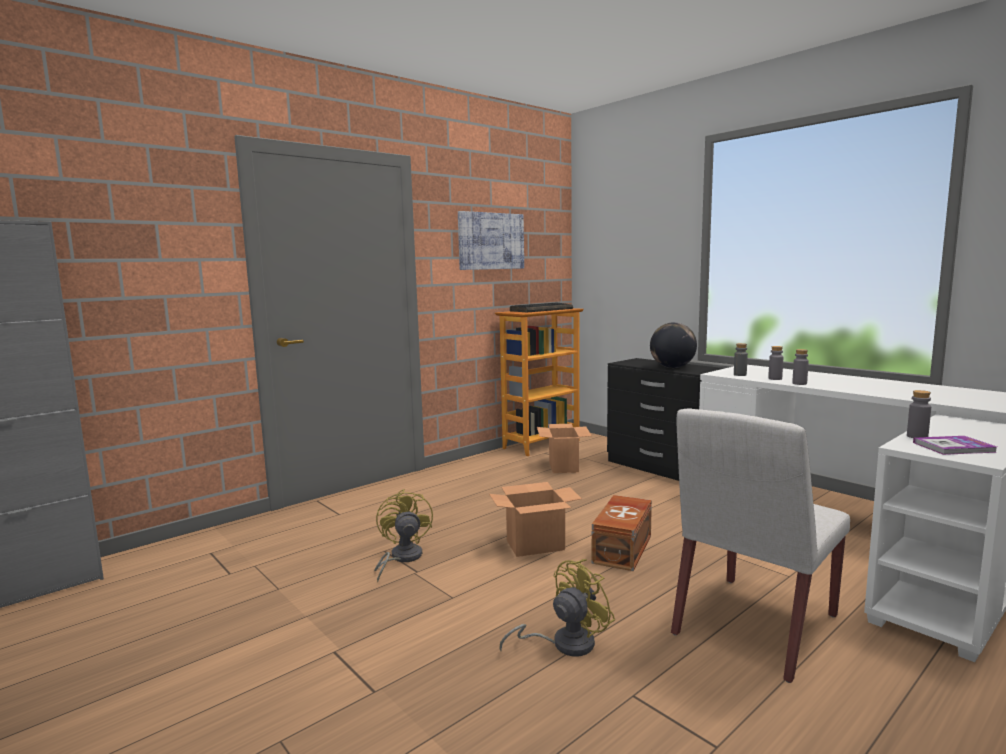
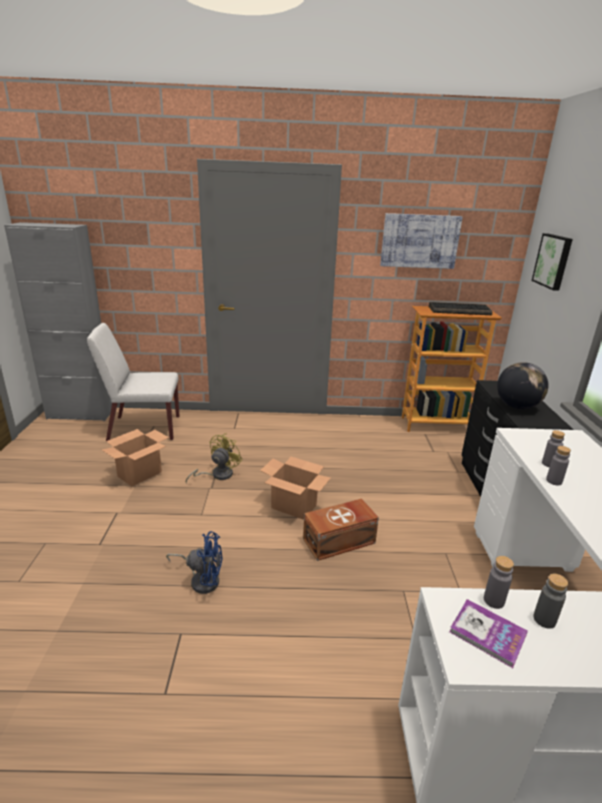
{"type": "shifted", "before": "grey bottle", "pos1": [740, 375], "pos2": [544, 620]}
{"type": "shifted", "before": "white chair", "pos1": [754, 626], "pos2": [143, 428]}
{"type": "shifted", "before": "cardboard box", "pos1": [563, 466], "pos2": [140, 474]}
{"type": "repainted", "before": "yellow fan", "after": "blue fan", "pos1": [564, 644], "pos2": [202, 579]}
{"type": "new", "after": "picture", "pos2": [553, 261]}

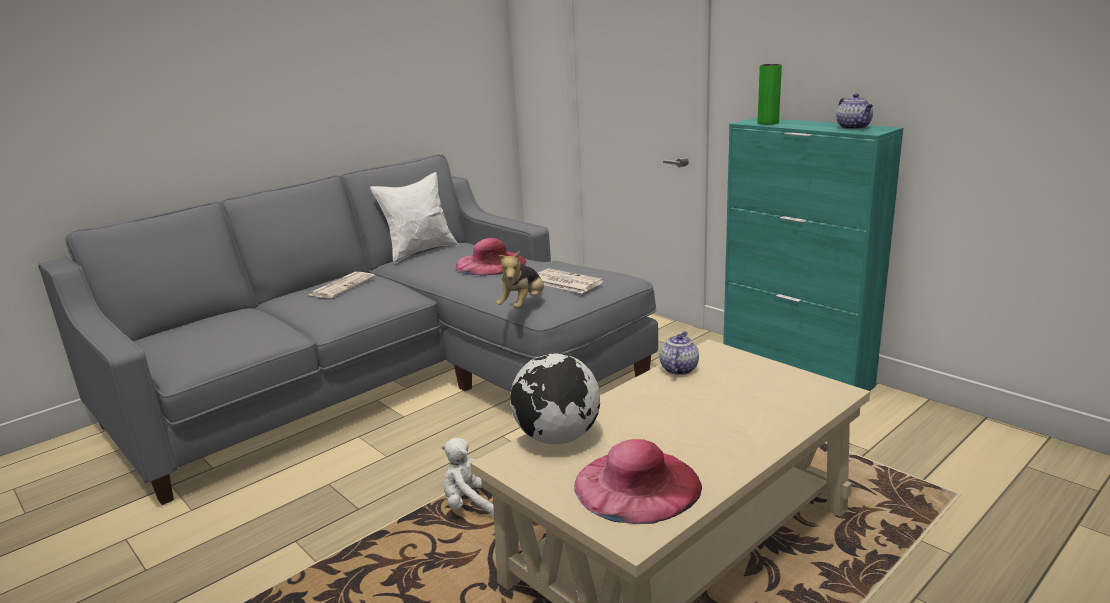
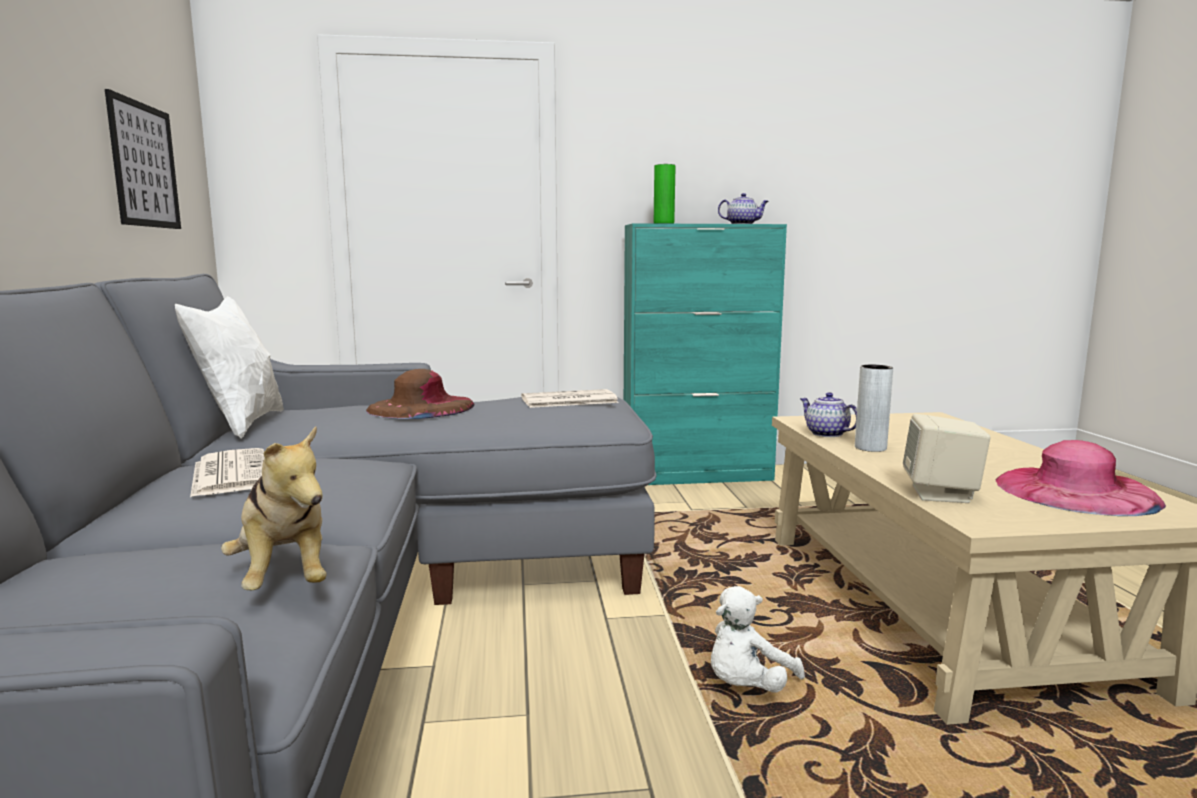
{"type": "repainted", "before": "pink hat", "after": "brown hat", "pos1": [490, 263], "pos2": [421, 407]}
{"type": "shifted", "before": "plush toy", "pos1": [523, 305], "pos2": [285, 578]}
{"type": "swapped", "before": "globe", "after": "beige speaker", "pos1": [557, 438], "pos2": [941, 494]}
{"type": "new", "after": "picture", "pos2": [144, 165]}
{"type": "new", "after": "grey vase", "pos2": [870, 448]}

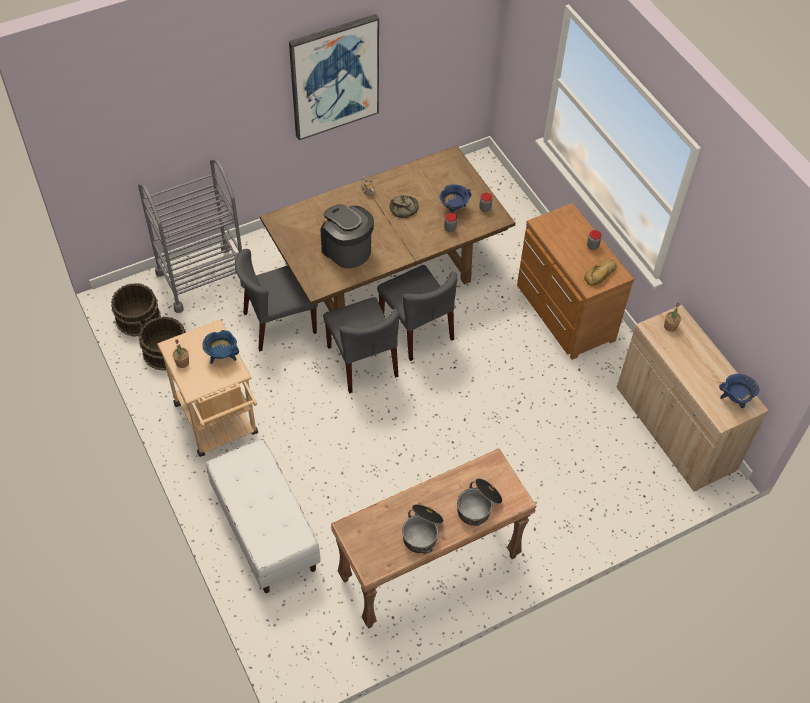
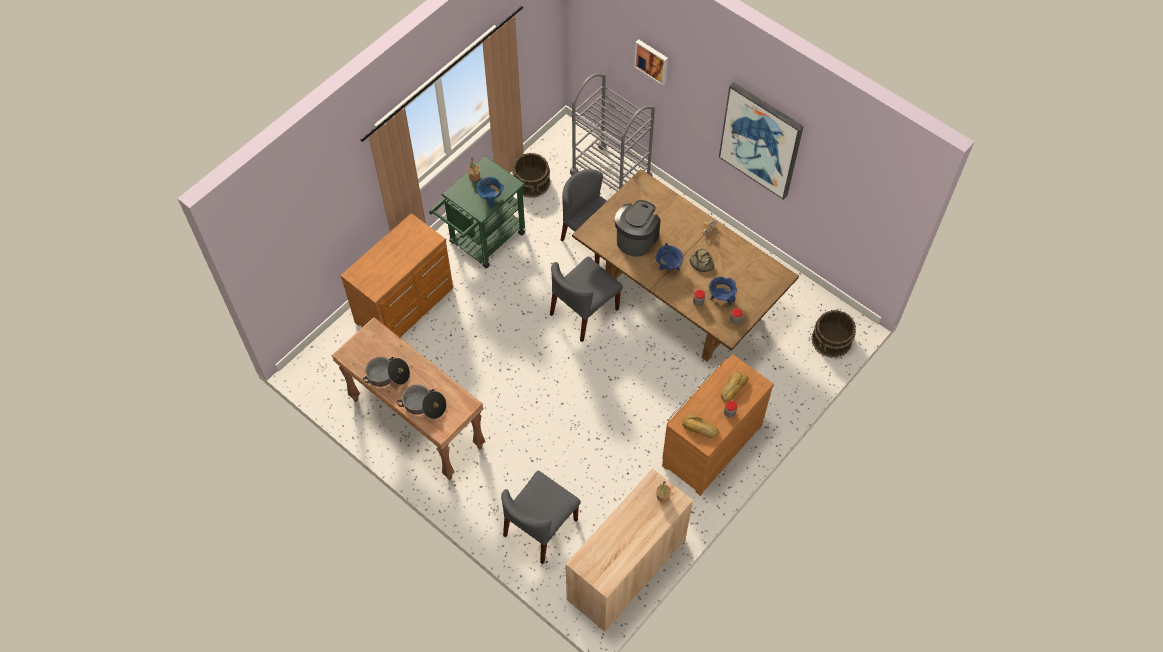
{"type": "shifted", "before": "grey chair", "pos1": [416, 329], "pos2": [540, 528]}
{"type": "shifted", "before": "brown bucket", "pos1": [138, 318], "pos2": [832, 340]}
{"type": "repainted", "before": "beige cart", "after": "green cart", "pos1": [219, 424], "pos2": [482, 241]}
{"type": "shifted", "before": "blue cooking pot", "pos1": [735, 400], "pos2": [668, 266]}
{"type": "swapped", "before": "white bench", "after": "brown dresser", "pos1": [265, 530], "pos2": [406, 305]}
{"type": "new", "after": "picture", "pos2": [652, 61]}
{"type": "new", "after": "bread", "pos2": [732, 388]}

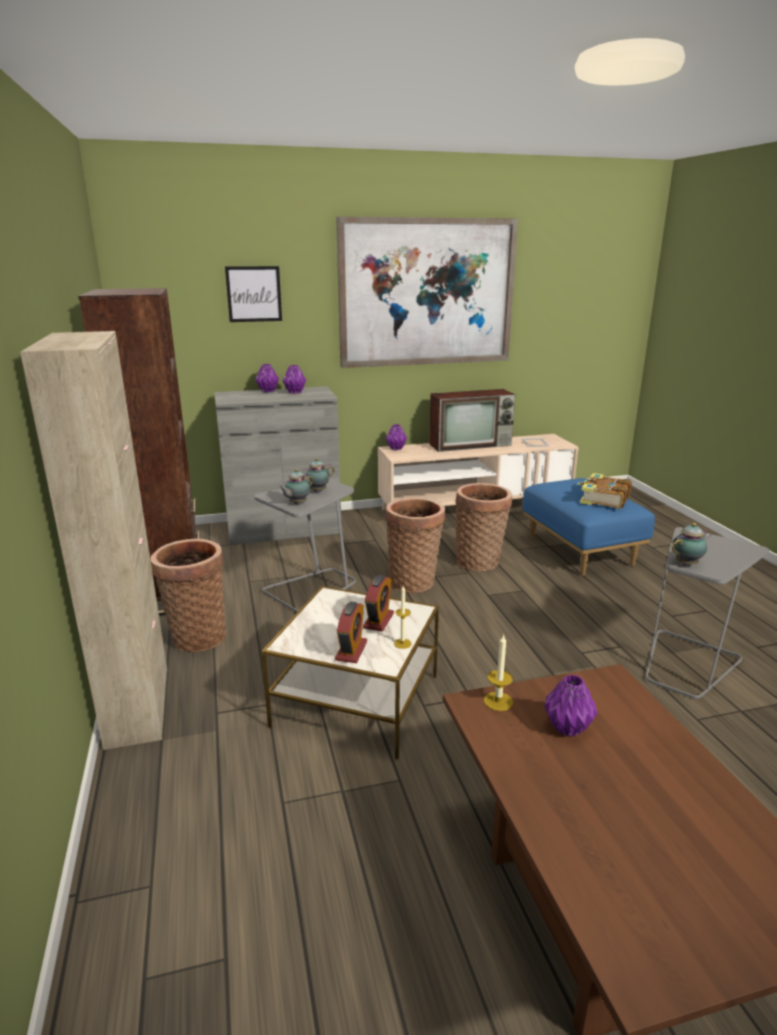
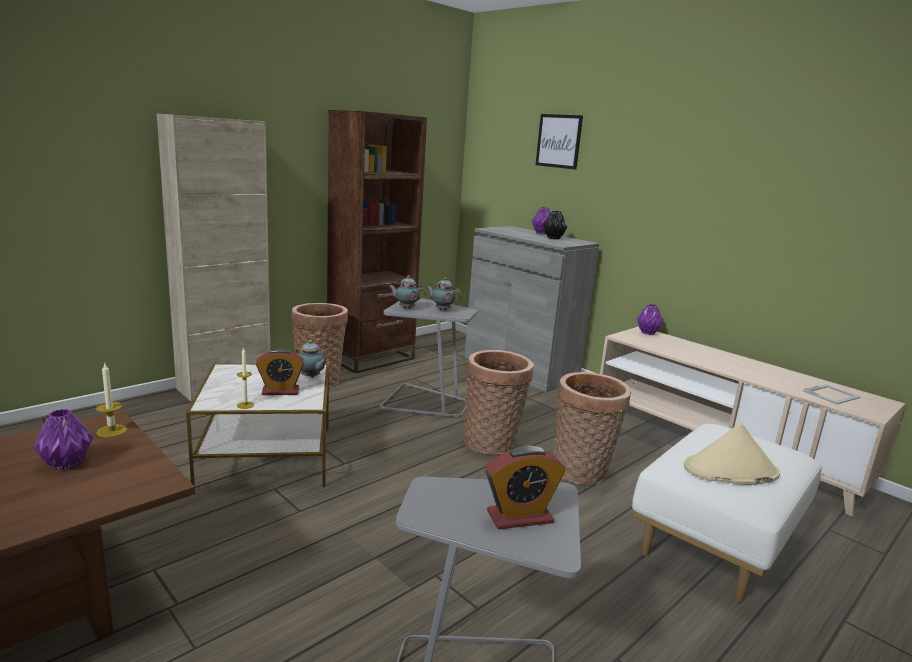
{"type": "gone", "before": "picture", "pos1": [426, 293]}
{"type": "repainted", "before": "purple vase", "after": "black vase", "pos1": [294, 392], "pos2": [553, 238]}
{"type": "gone", "before": "television", "pos1": [471, 444]}
{"type": "swapped", "before": "book", "after": "beige hat", "pos1": [603, 499], "pos2": [730, 471]}
{"type": "repainted", "before": "blue ottoman", "after": "white ottoman", "pos1": [581, 551], "pos2": [717, 545]}
{"type": "shifted", "before": "teapot", "pos1": [687, 563], "pos2": [311, 377]}
{"type": "shifted", "before": "alarm clock", "pos1": [351, 651], "pos2": [520, 517]}

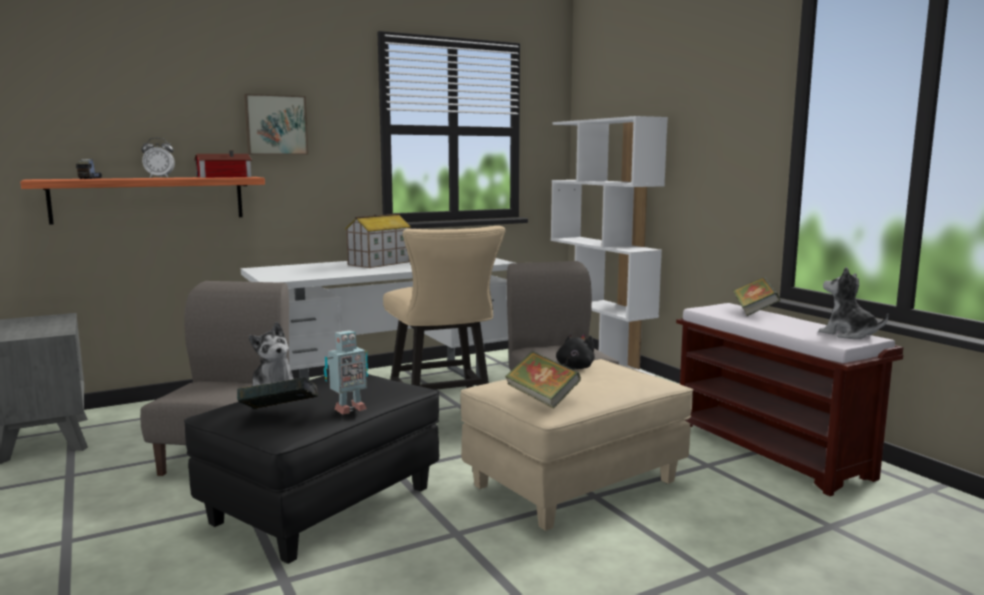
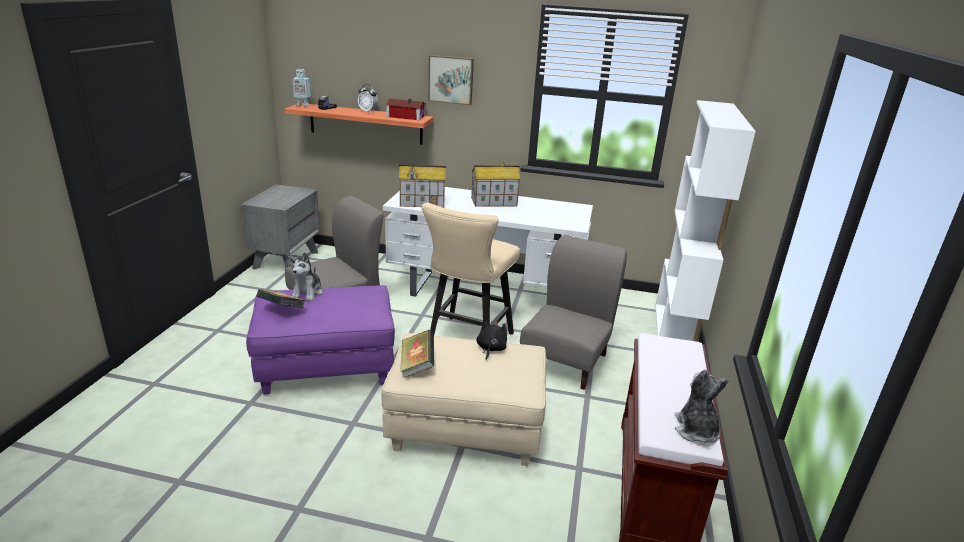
{"type": "gone", "before": "book", "pos1": [754, 311]}
{"type": "shifted", "before": "toy robot", "pos1": [348, 409], "pos2": [302, 107]}
{"type": "rotated", "before": "black plush toy", "pos1": [573, 368], "pos2": [490, 349], "turn": -60}
{"type": "repainted", "before": "black ottoman", "after": "purple ottoman", "pos1": [323, 506], "pos2": [326, 367]}
{"type": "new", "after": "toy house", "pos2": [422, 202]}

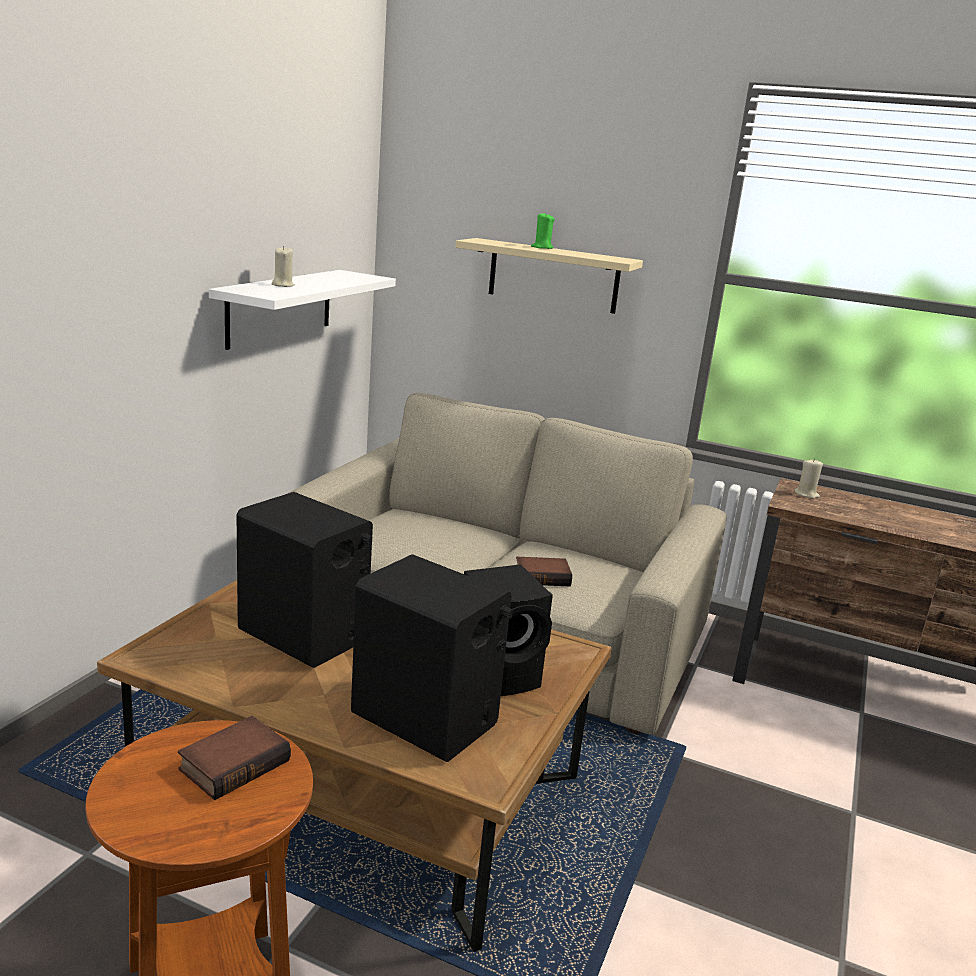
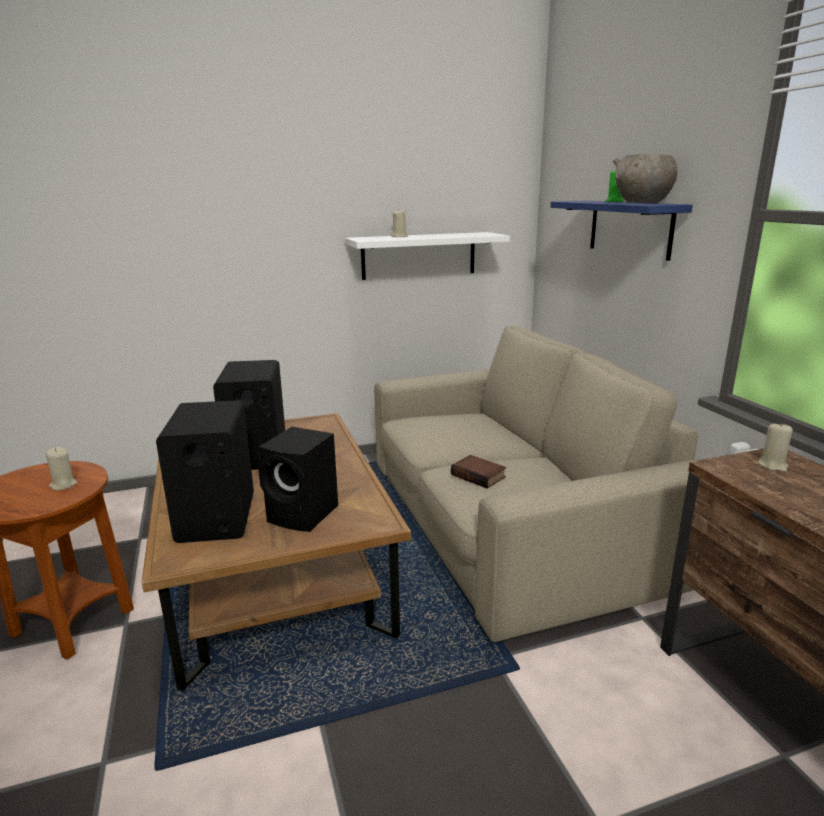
{"type": "repainted", "before": "beige shelf", "after": "blue shelf", "pos1": [553, 276], "pos2": [630, 228]}
{"type": "swapped", "before": "book", "after": "beige candle", "pos1": [234, 763], "pos2": [63, 485]}
{"type": "new", "after": "grey bowl", "pos2": [642, 203]}

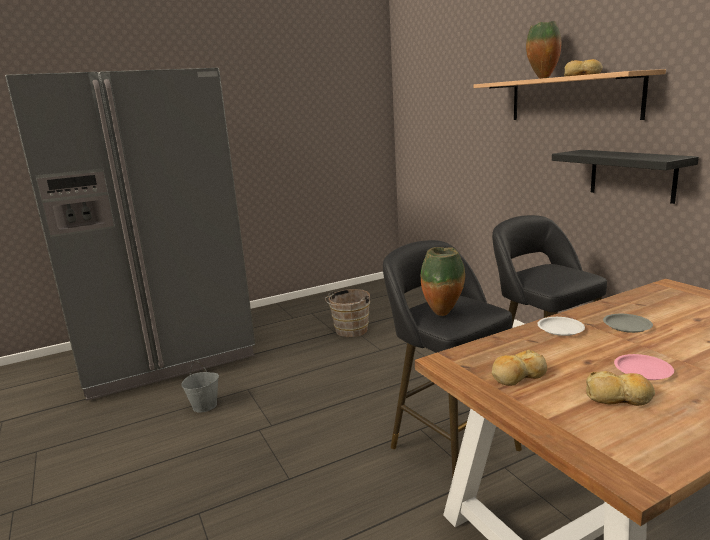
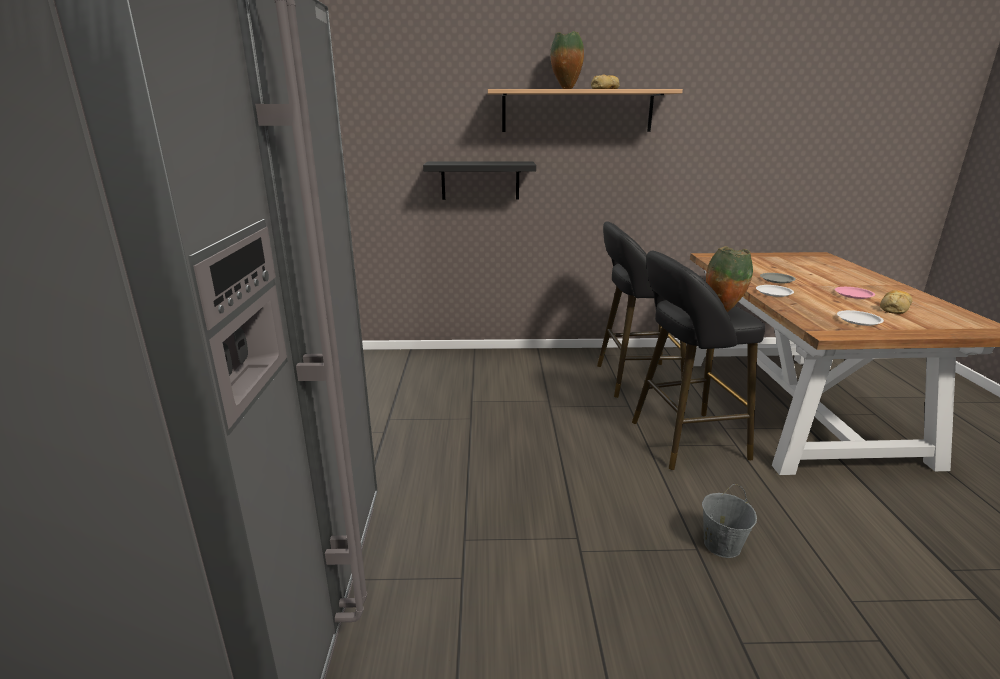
{"type": "shifted", "before": "black shelf", "pos1": [632, 175], "pos2": [480, 180]}
{"type": "gone", "before": "brown bucket", "pos1": [350, 331]}
{"type": "swapped", "before": "bread", "after": "white plate", "pos1": [517, 376], "pos2": [859, 320]}
{"type": "shifted", "before": "grey bucket", "pos1": [205, 406], "pos2": [721, 545]}

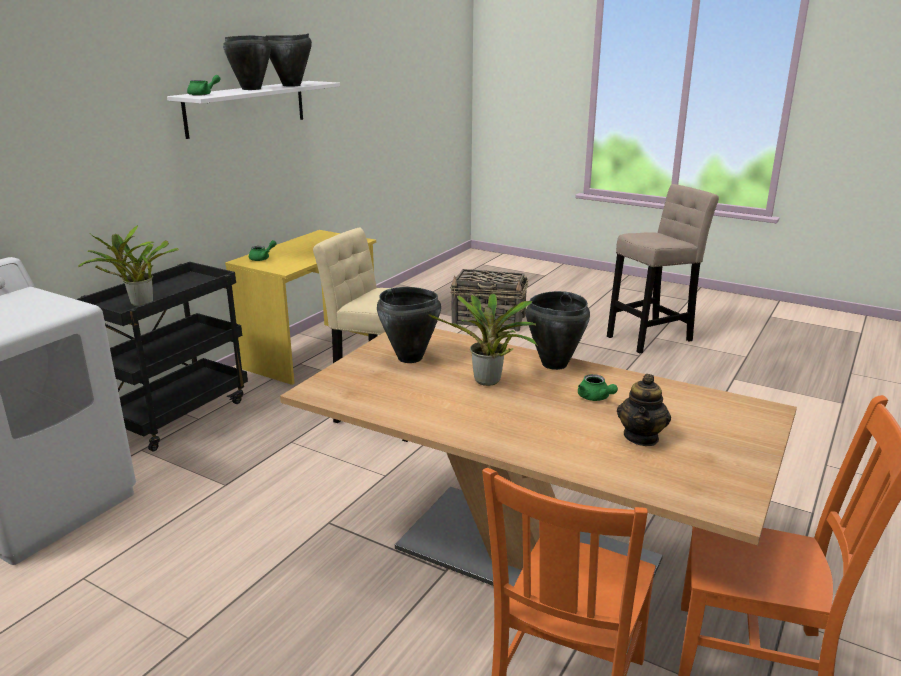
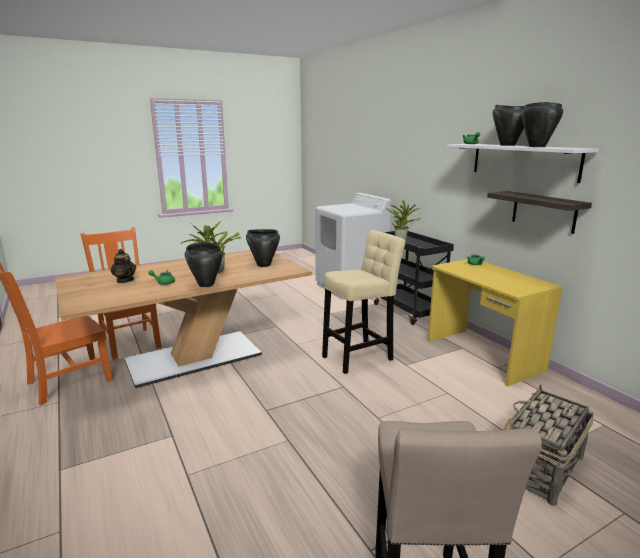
{"type": "new", "after": "shelf", "pos2": [543, 211]}

